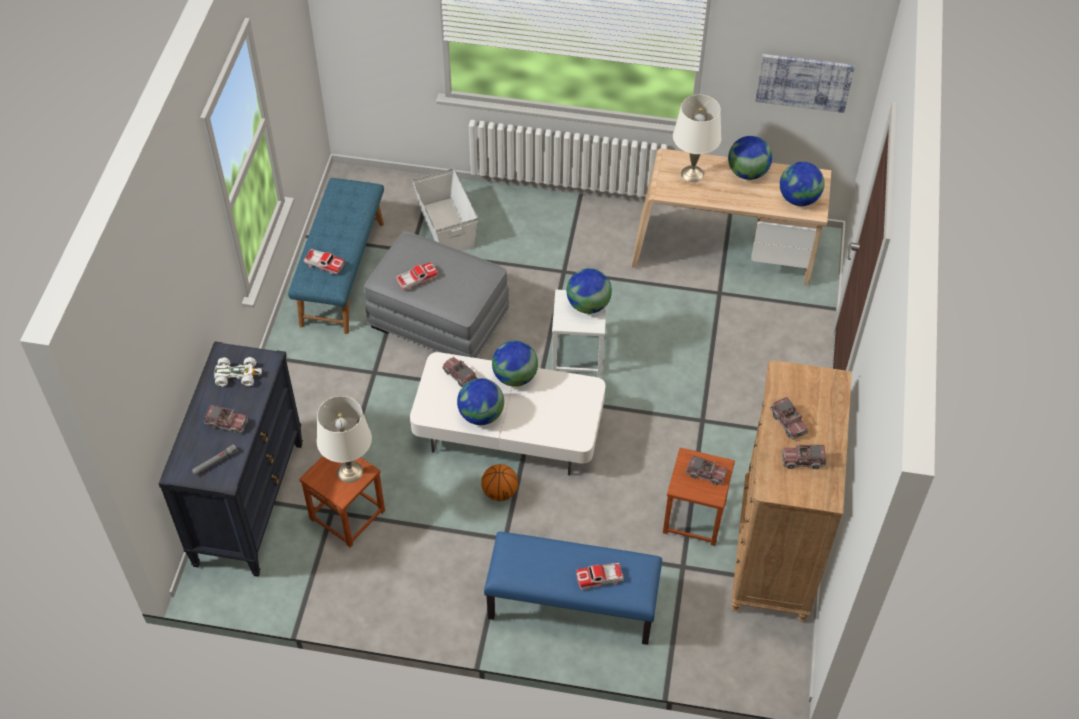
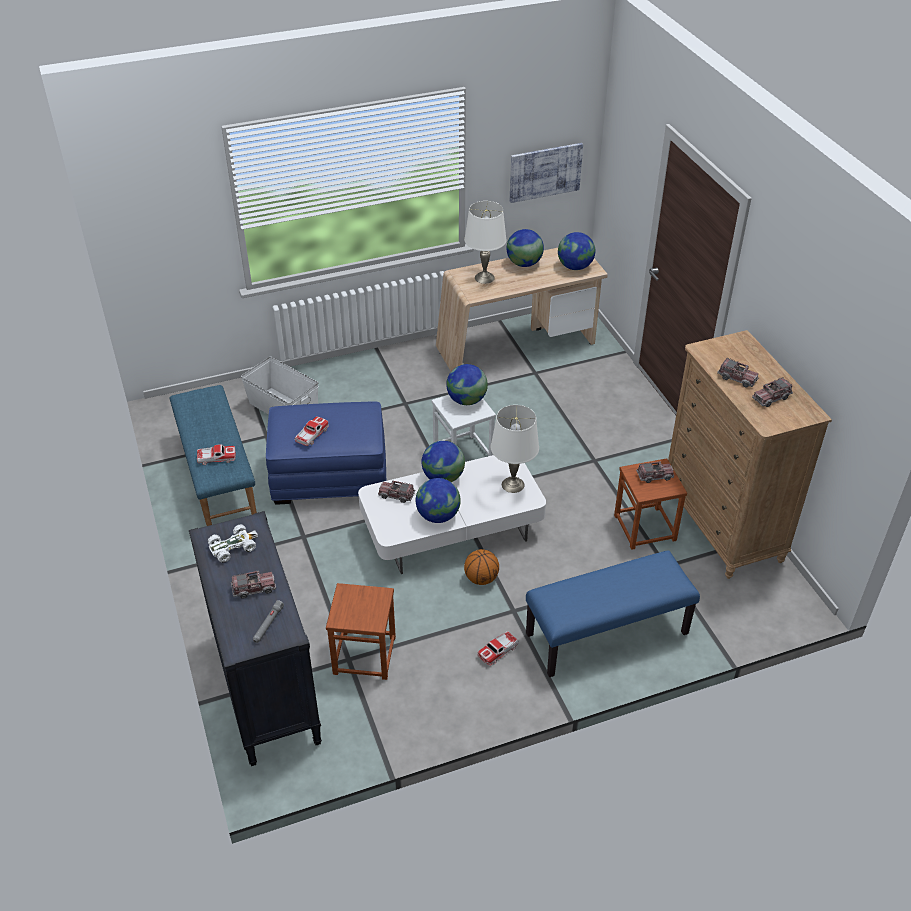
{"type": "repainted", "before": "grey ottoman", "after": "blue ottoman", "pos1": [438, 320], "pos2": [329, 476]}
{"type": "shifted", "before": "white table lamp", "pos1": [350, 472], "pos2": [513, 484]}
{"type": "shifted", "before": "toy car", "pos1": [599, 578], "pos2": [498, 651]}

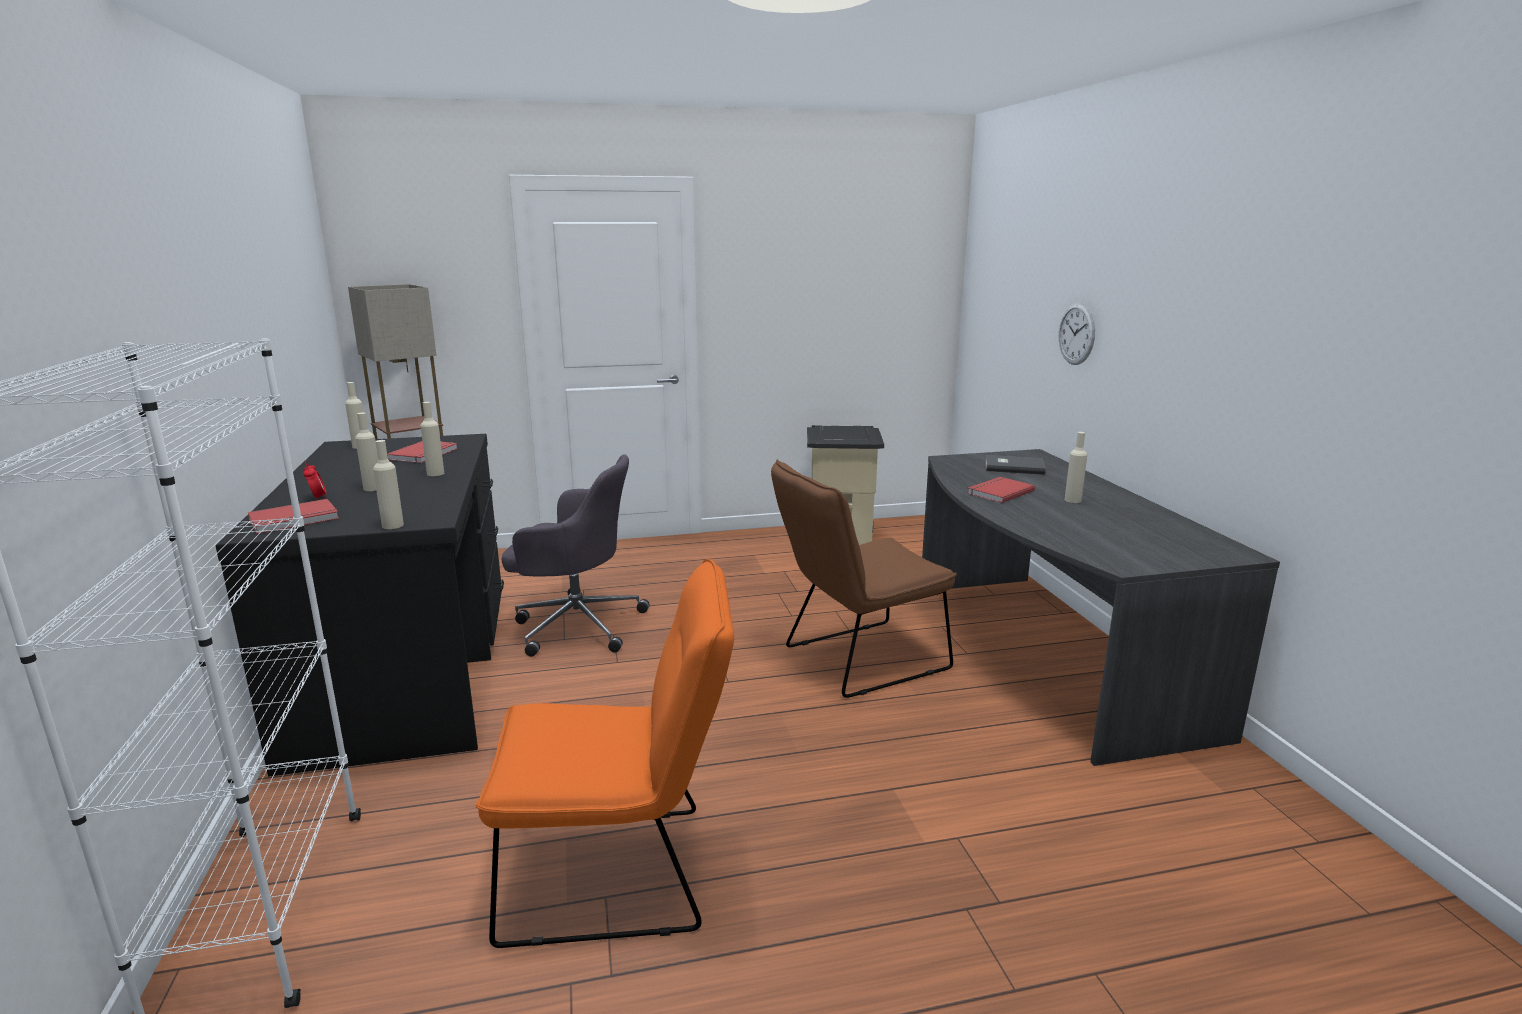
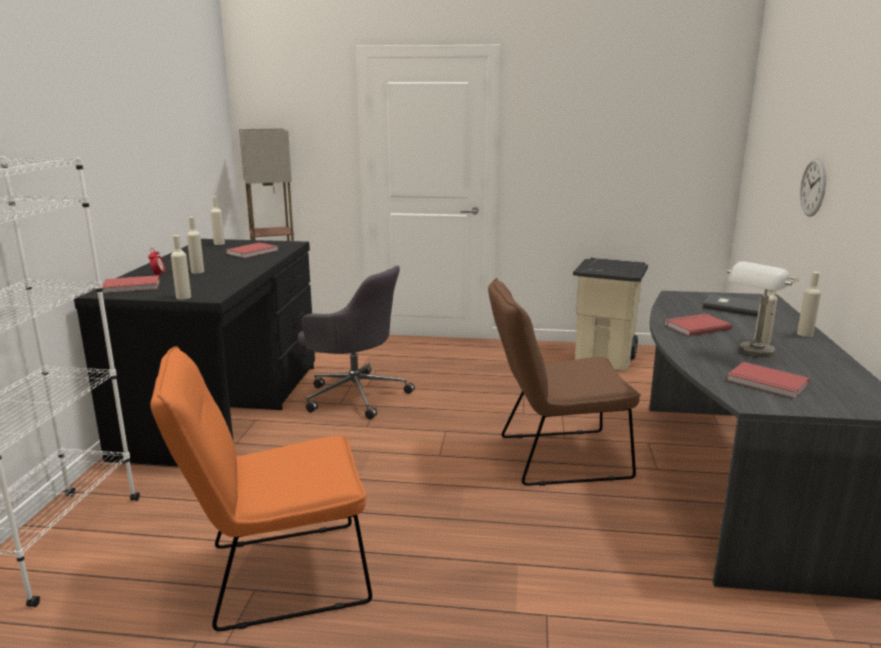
{"type": "shifted", "before": "beige bottle", "pos1": [435, 473], "pos2": [805, 334]}
{"type": "rotated", "before": "orange chair", "pos1": [622, 873], "pos2": [275, 576], "turn": 150}
{"type": "new", "after": "grey table lamp", "pos2": [752, 354]}
{"type": "new", "after": "red book", "pos2": [766, 383]}

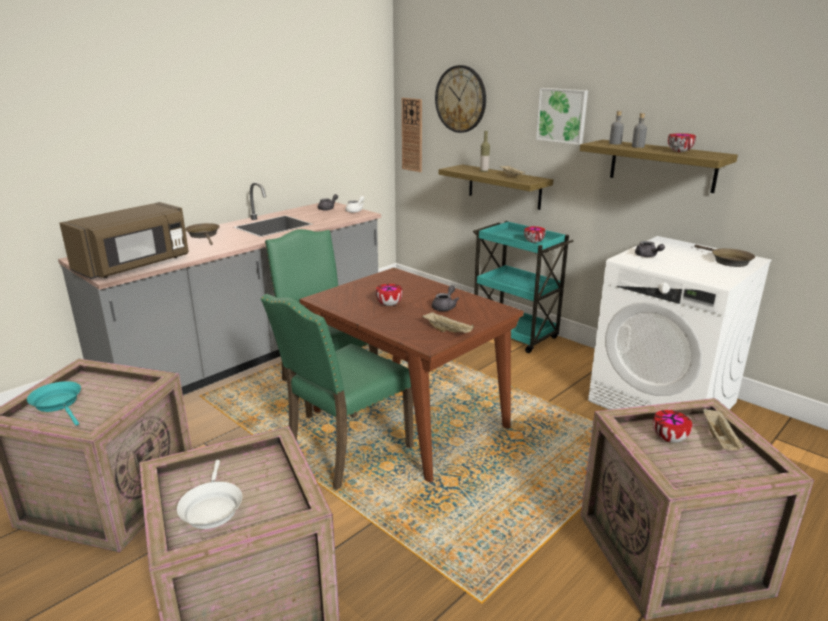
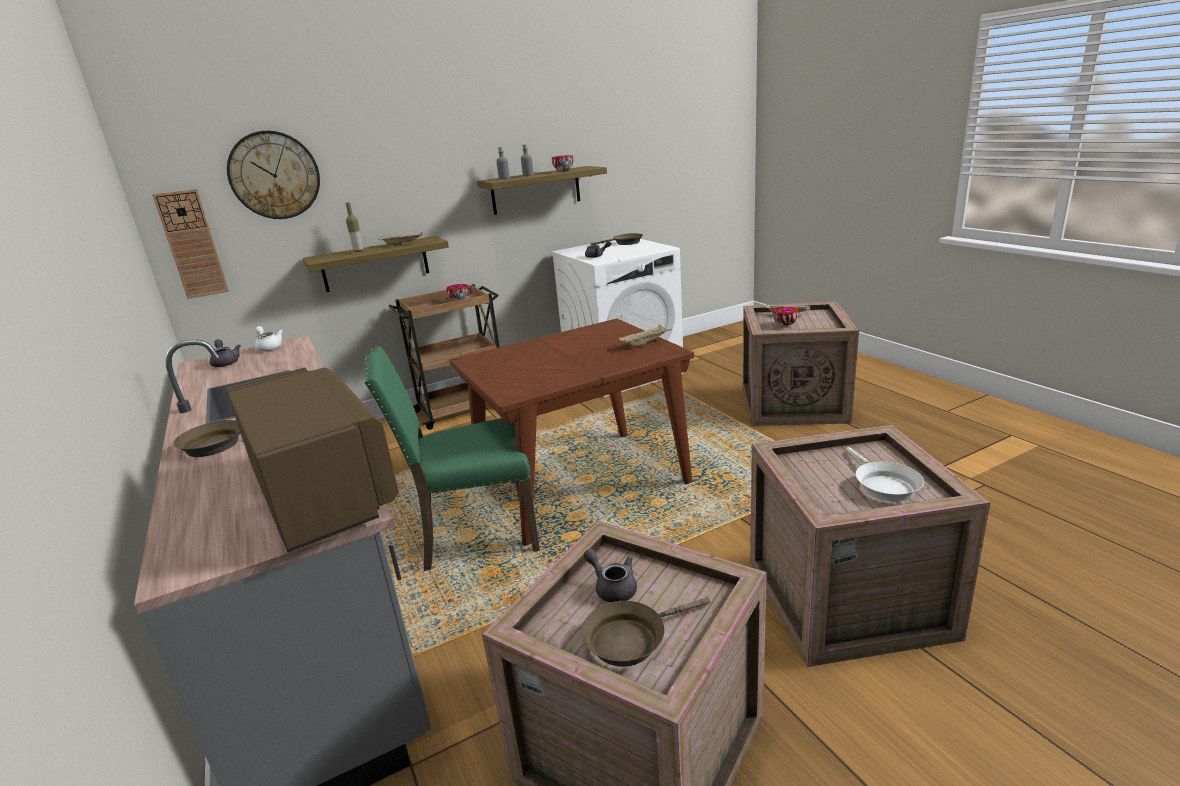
{"type": "gone", "before": "picture", "pos1": [562, 115]}
{"type": "repainted", "before": "turquoise cart", "after": "brown cart", "pos1": [515, 335], "pos2": [463, 409]}
{"type": "gone", "before": "bowl", "pos1": [388, 304]}
{"type": "shifted", "before": "grey teapot", "pos1": [445, 307], "pos2": [612, 587]}
{"type": "gone", "before": "green chair", "pos1": [346, 452]}
{"type": "repainted", "before": "turquoise frying pan", "after": "brown frying pan", "pos1": [59, 404], "pos2": [631, 639]}
{"type": "rotated", "before": "white frying pan", "pos1": [211, 508], "pos2": [883, 485], "turn": 75}

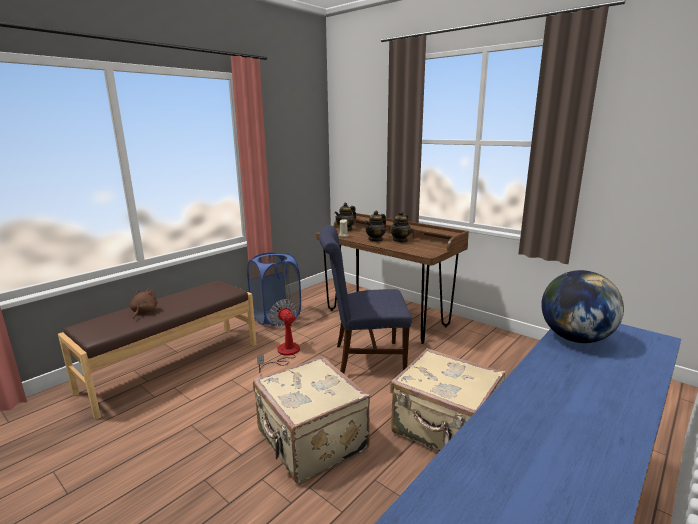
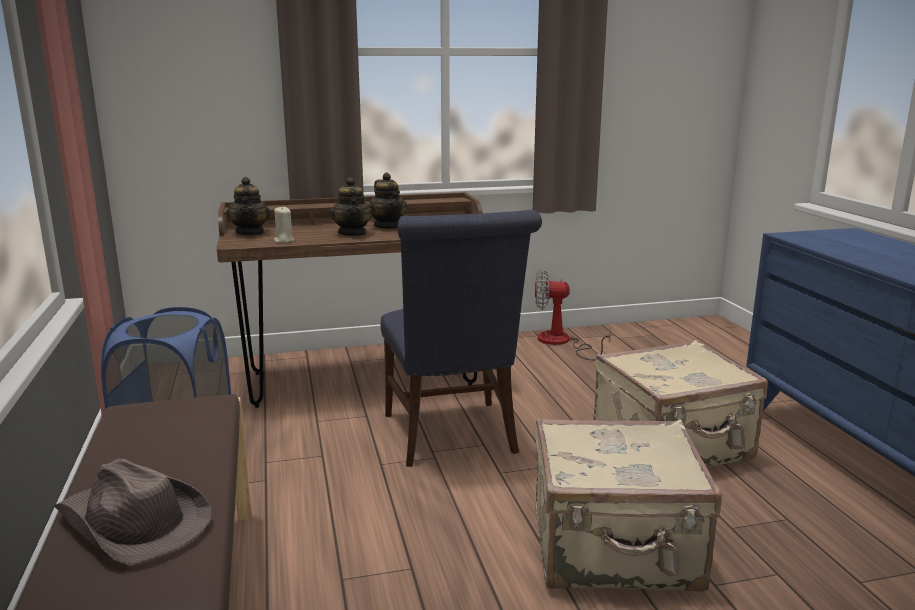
{"type": "rotated", "before": "blue chair", "pos1": [363, 359], "pos2": [452, 437], "turn": -45}
{"type": "gone", "before": "globe", "pos1": [575, 338]}
{"type": "swapped", "before": "brown plush toy", "after": "brown hat", "pos1": [144, 312], "pos2": [133, 523]}
{"type": "shifted", "before": "fan", "pos1": [284, 354], "pos2": [561, 343]}

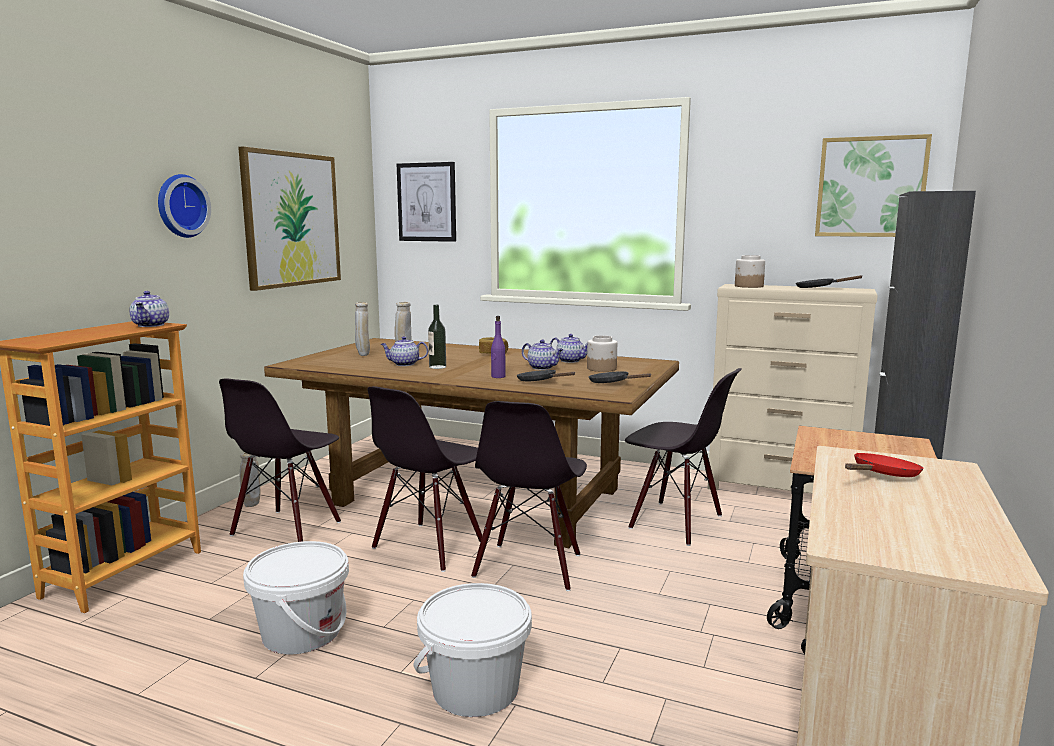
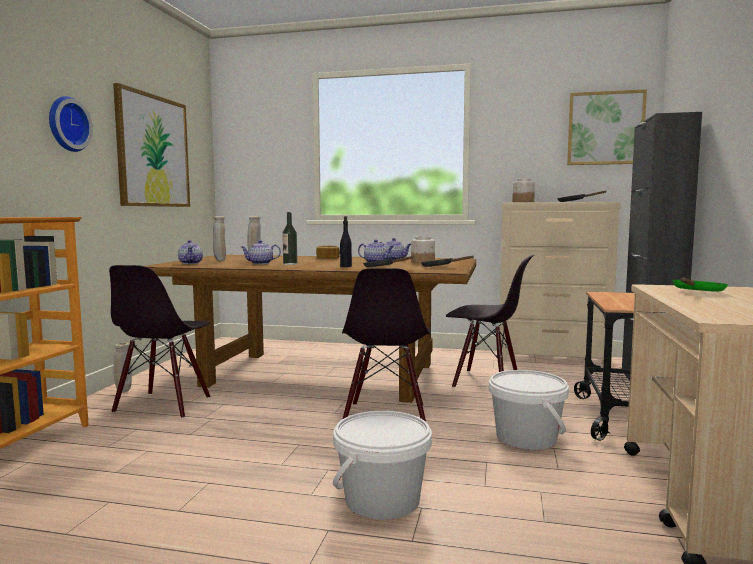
{"type": "gone", "before": "picture", "pos1": [427, 202]}
{"type": "shifted", "before": "teapot", "pos1": [151, 325], "pos2": [191, 263]}
{"type": "repainted", "before": "purple bottle", "after": "black bottle", "pos1": [498, 376], "pos2": [345, 266]}
{"type": "gone", "before": "black chair", "pos1": [429, 546]}
{"type": "repainted", "before": "red frying pan", "after": "green frying pan", "pos1": [882, 475], "pos2": [697, 292]}
{"type": "shifted", "before": "white bucket", "pos1": [302, 633], "pos2": [526, 438]}

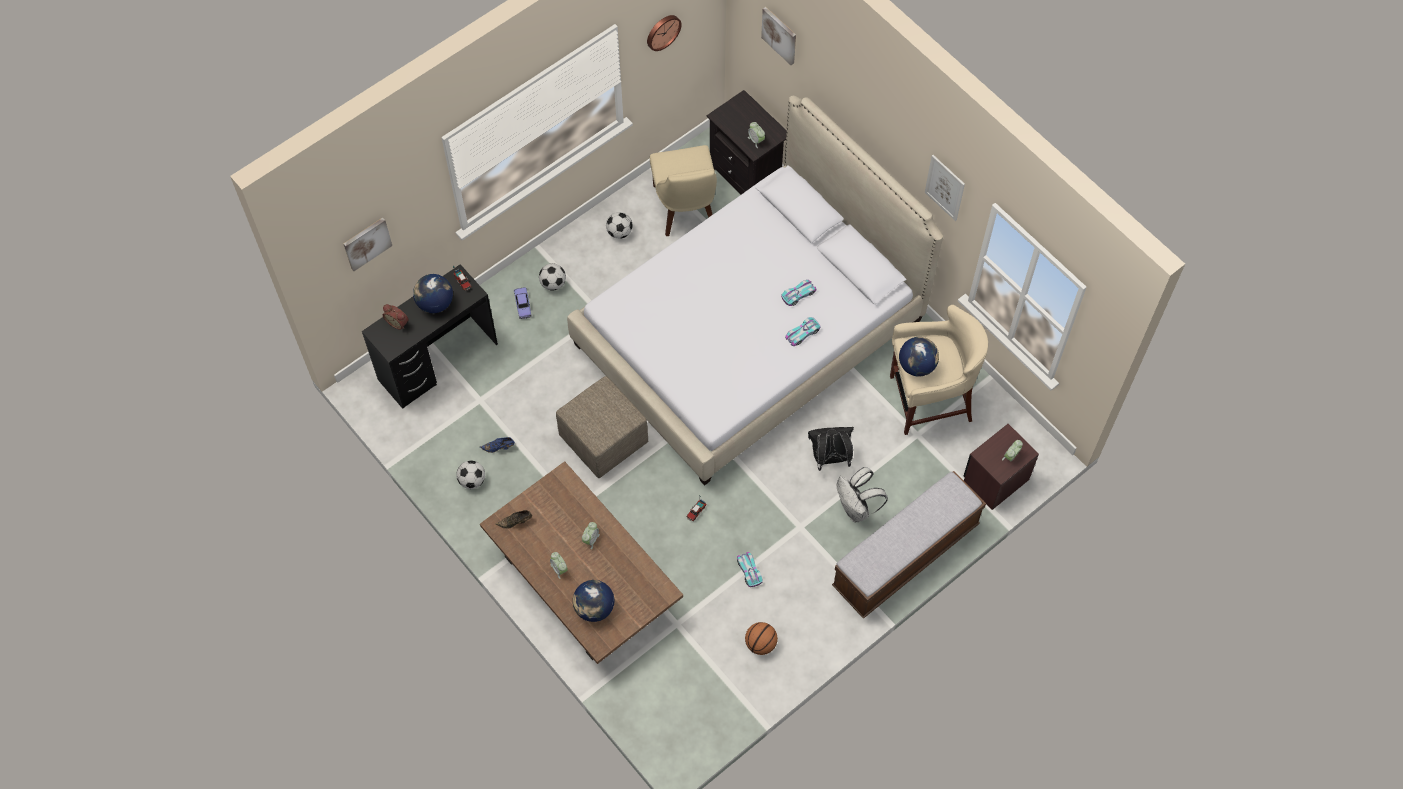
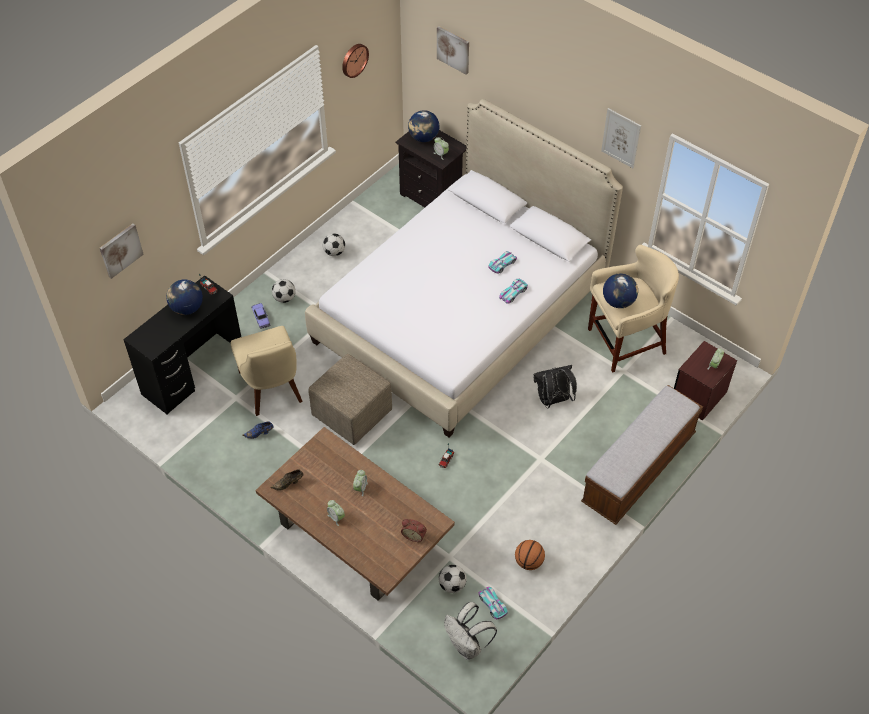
{"type": "shifted", "before": "beige chair", "pos1": [685, 209], "pos2": [271, 389]}
{"type": "shifted", "before": "alarm clock", "pos1": [398, 322], "pos2": [414, 535]}
{"type": "shifted", "before": "football", "pos1": [472, 480], "pos2": [452, 585]}
{"type": "shifted", "before": "white backpack", "pos1": [856, 509], "pos2": [467, 646]}
{"type": "shifted", "before": "toy car", "pos1": [749, 570], "pos2": [492, 604]}
{"type": "shifted", "before": "globe", "pos1": [594, 608], "pos2": [424, 138]}

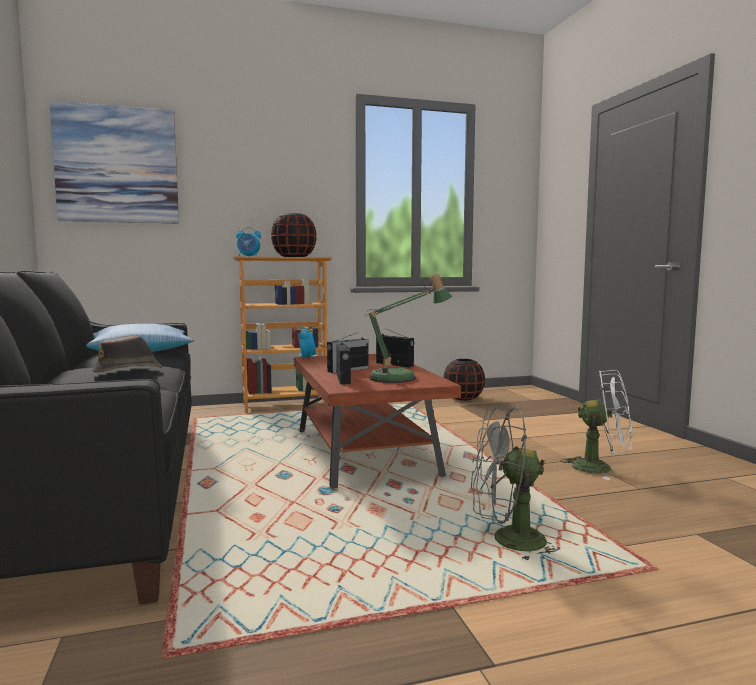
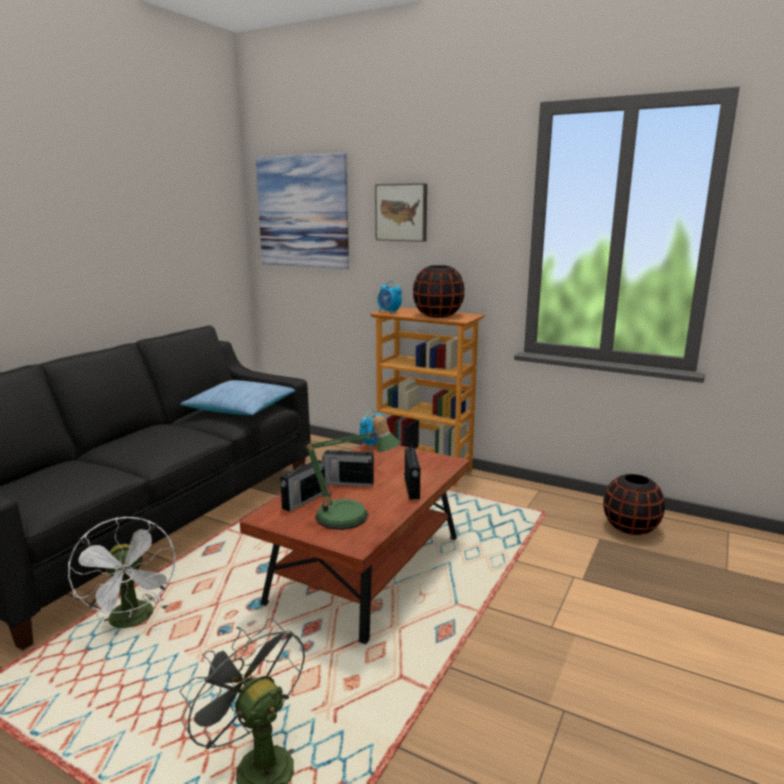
{"type": "gone", "before": "brown hat", "pos1": [129, 370]}
{"type": "shifted", "before": "white fan", "pos1": [601, 468], "pos2": [134, 621]}
{"type": "new", "after": "picture", "pos2": [402, 212]}

